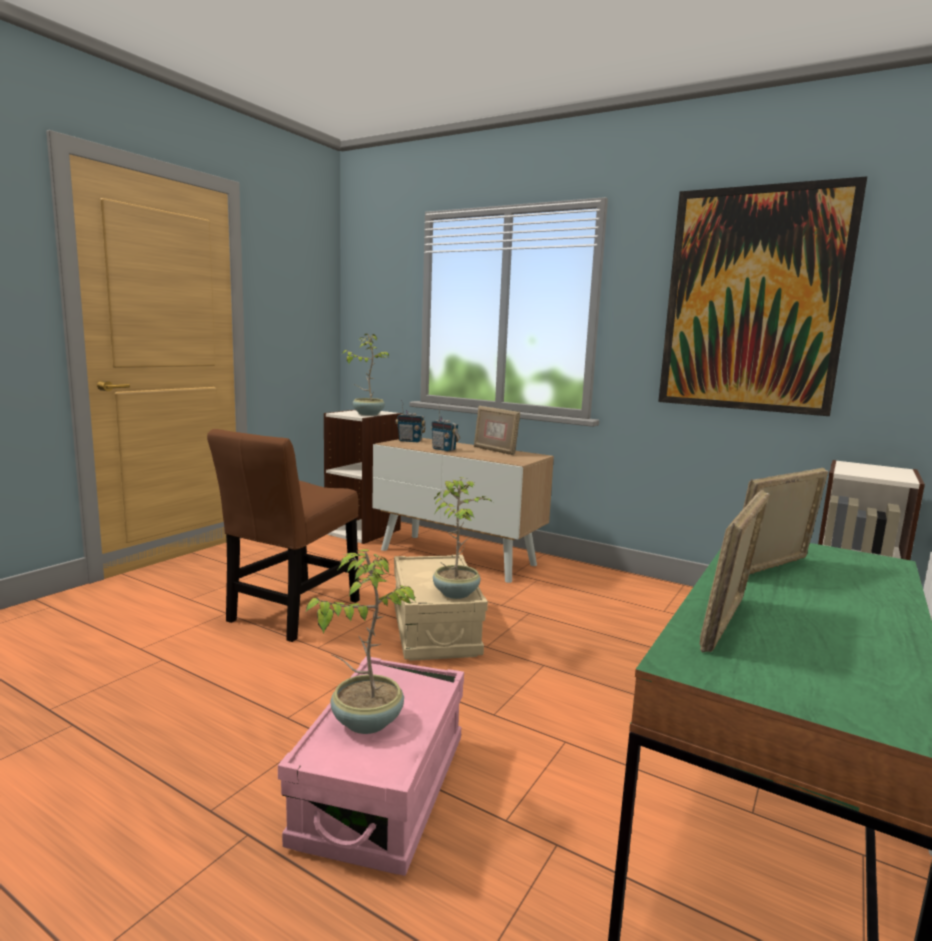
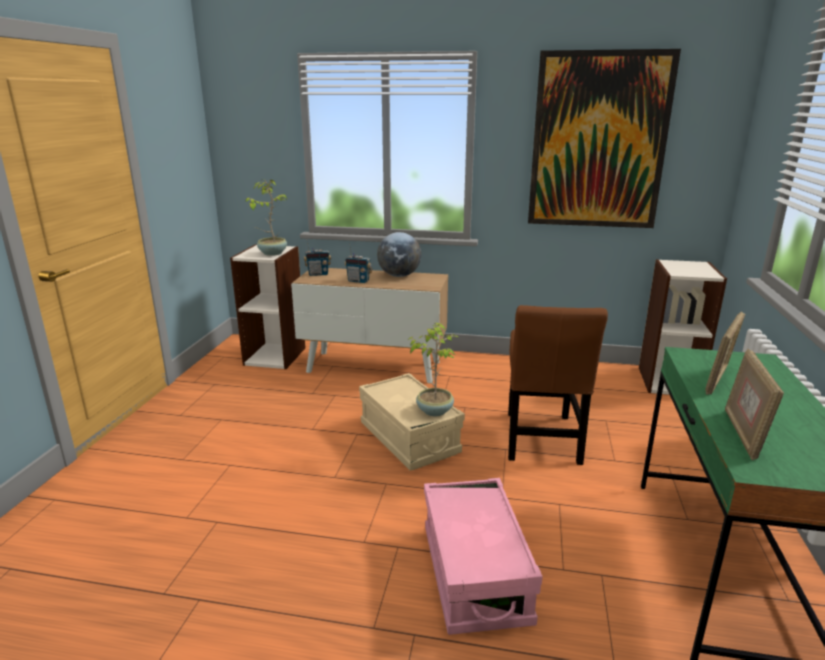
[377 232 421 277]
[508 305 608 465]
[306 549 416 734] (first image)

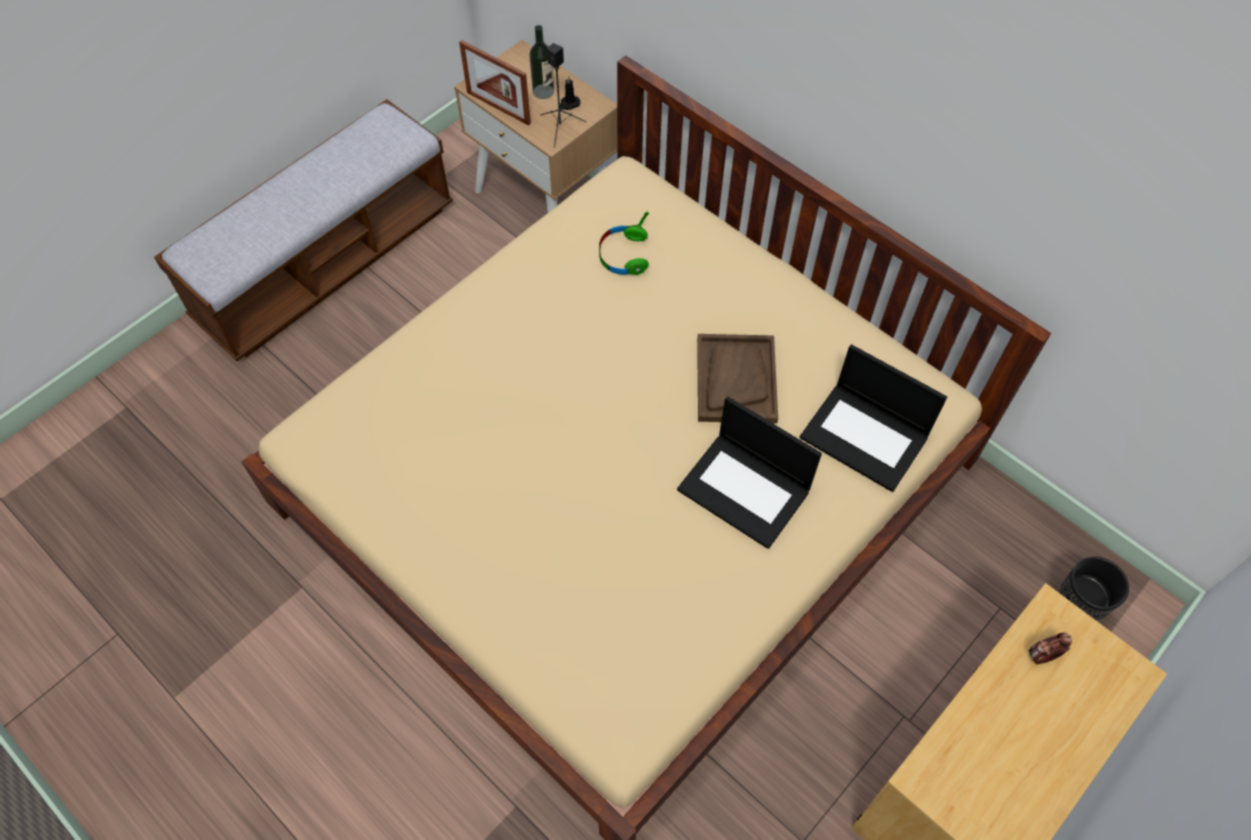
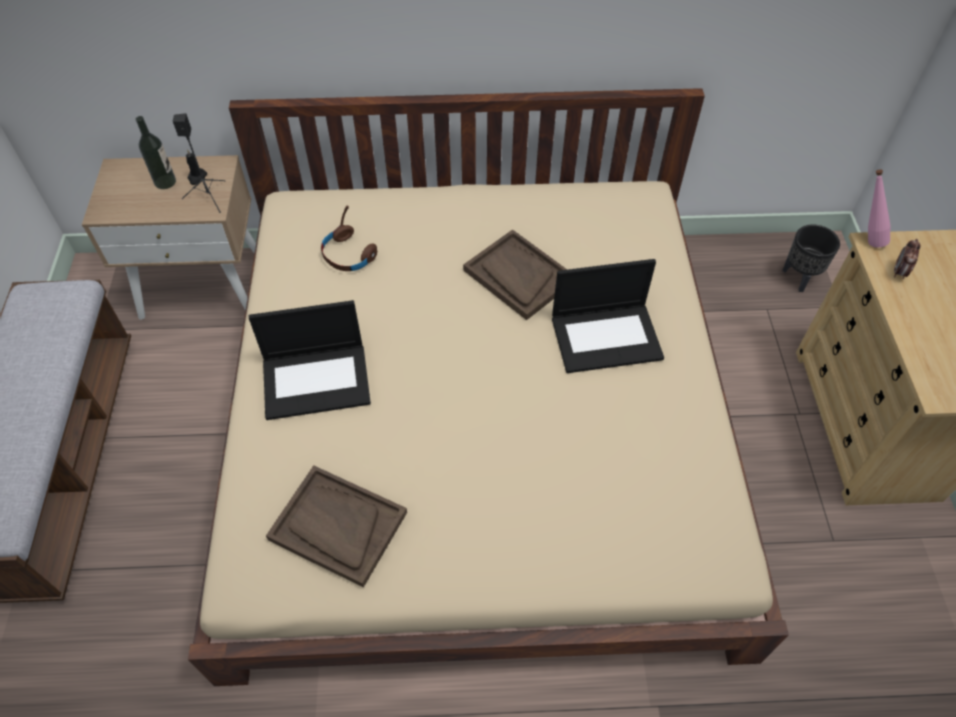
[249 300 371 420]
[266 465 407 588]
[321 206 377 271]
[868 169 890 248]
[459 40 531 126] (first image)

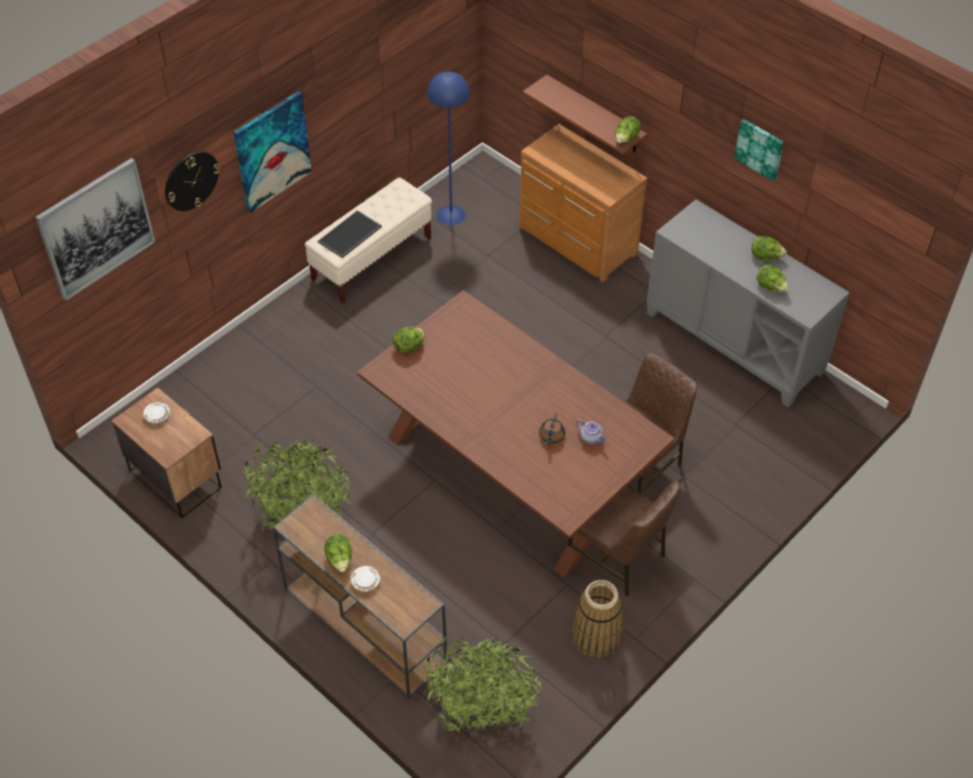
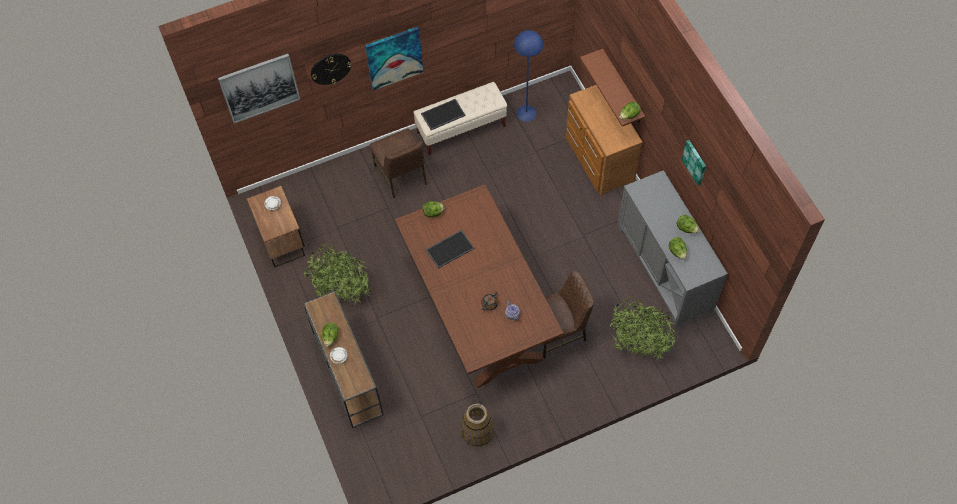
[370 129 427 198]
[425 230 475 269]
[609 296 677 362]

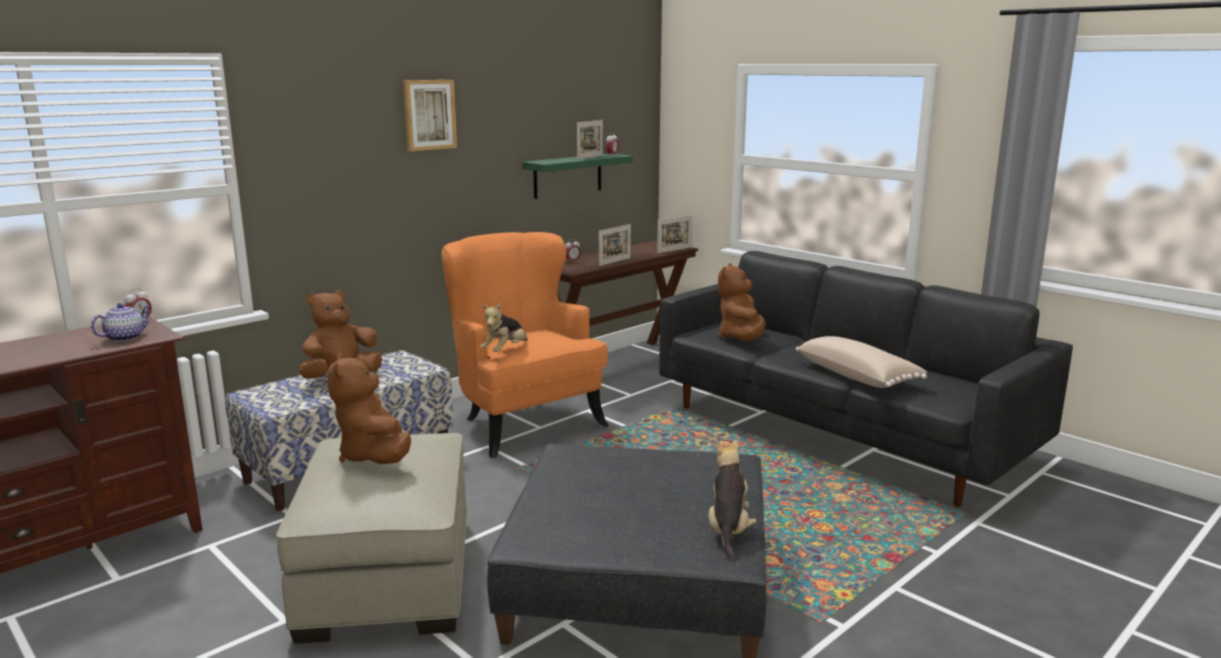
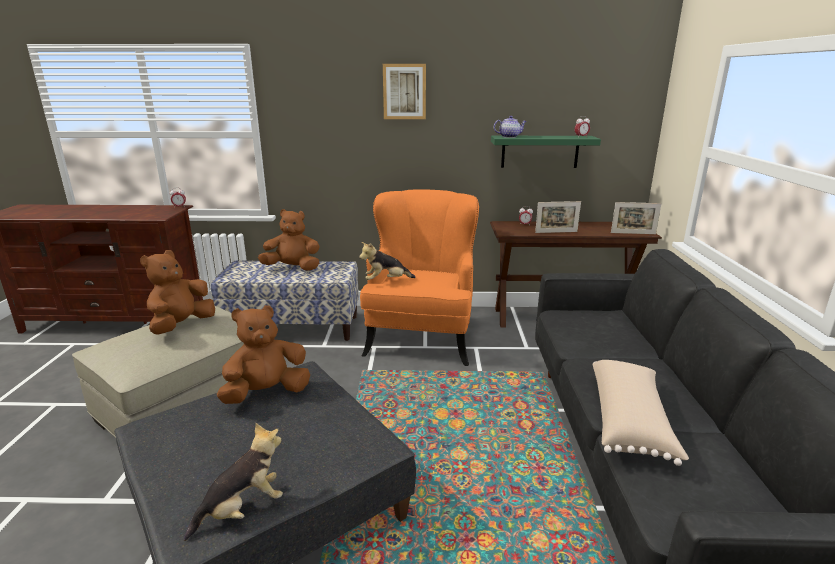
[217 305 310 404]
[494 116 527 138]
[577 120 603 160] (first image)

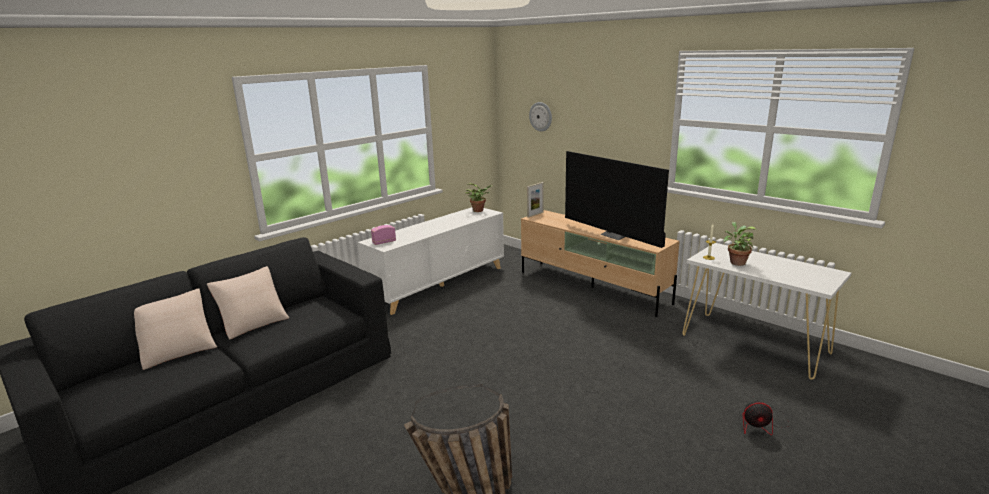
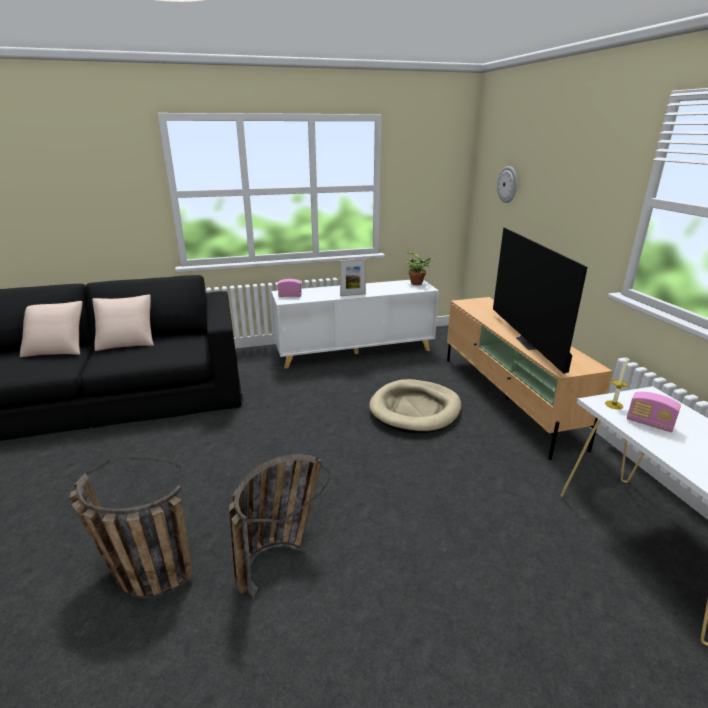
[229 454 329 599]
[340 259 366 296]
[369 379 461 433]
[627 392 681 432]
[743 395 790 435] (first image)

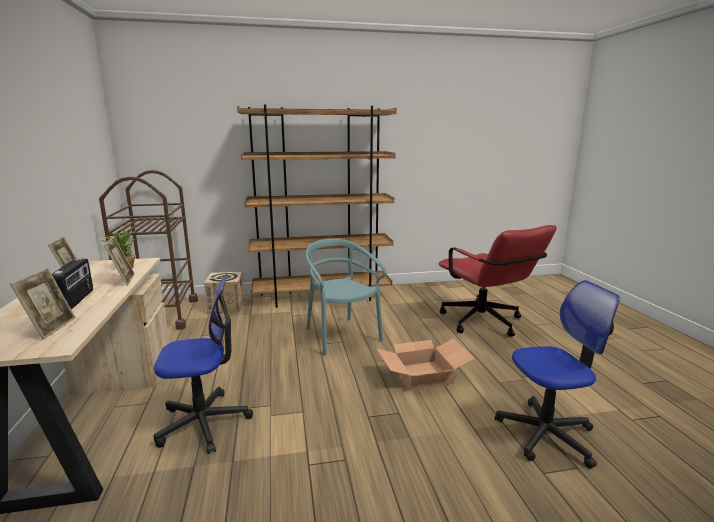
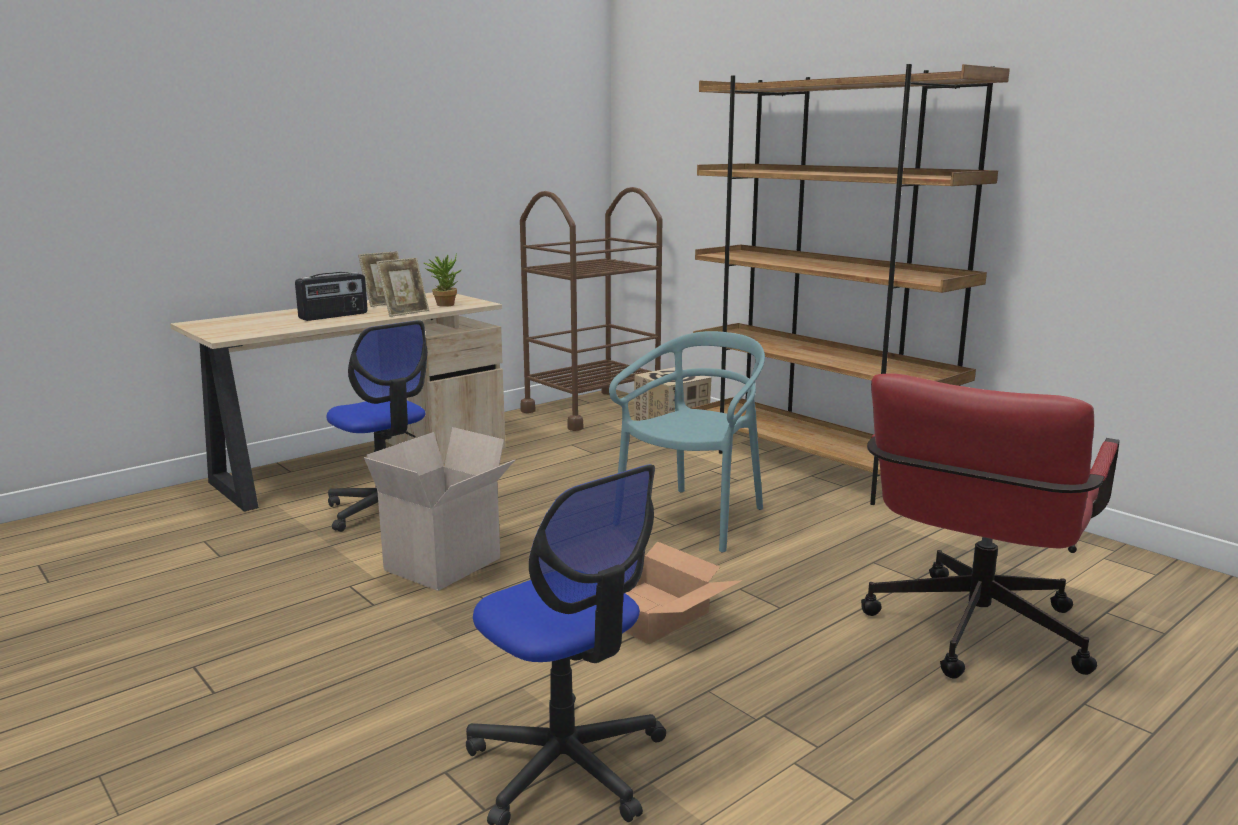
[364 427 515 591]
[10 268 76 339] (first image)

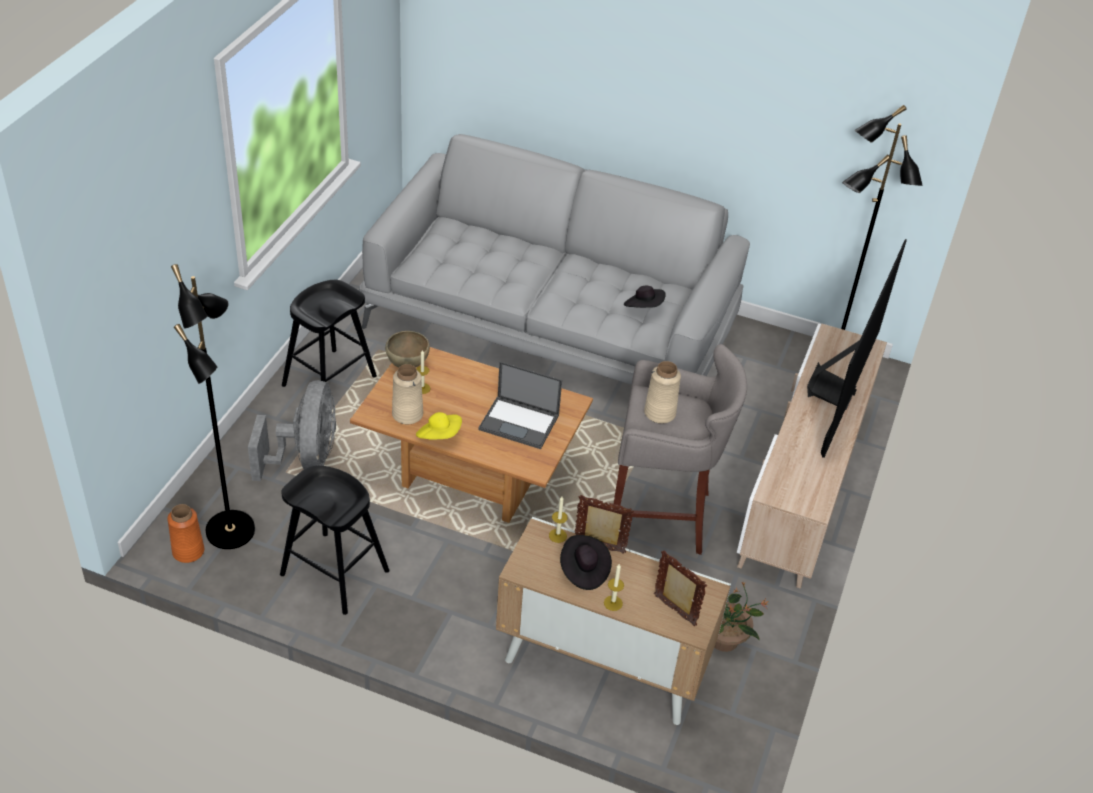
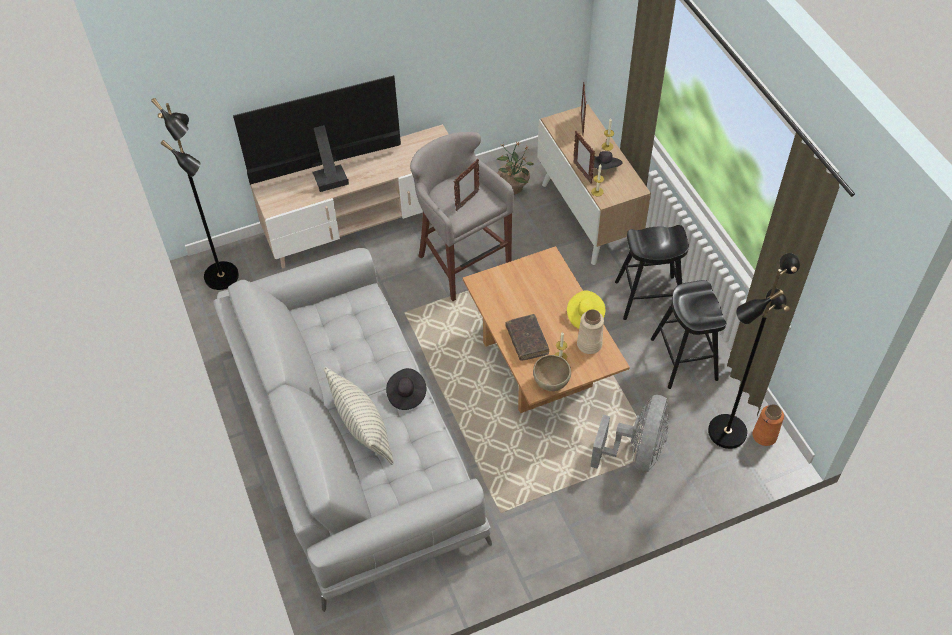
[324 367 394 465]
[386 368 426 410]
[454 159 479 211]
[505 314 549 361]
[590 395 670 472]
[615 225 689 320]
[478 361 562 449] (first image)

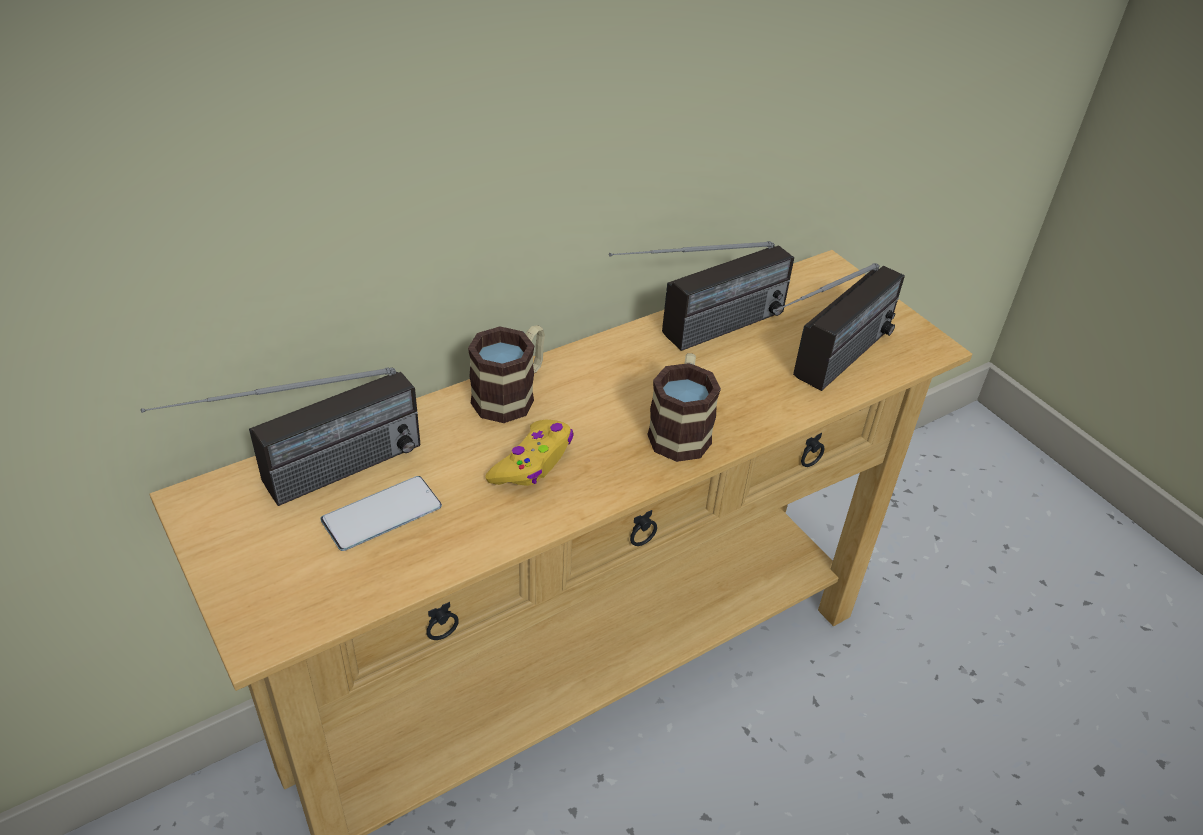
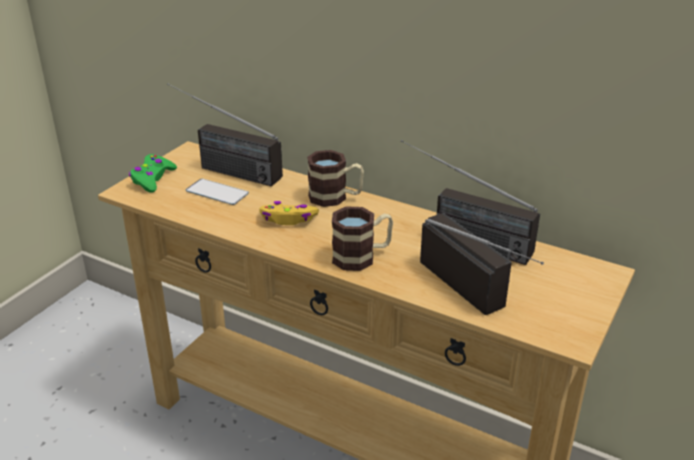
[129 154 177 193]
[420 213 544 315]

